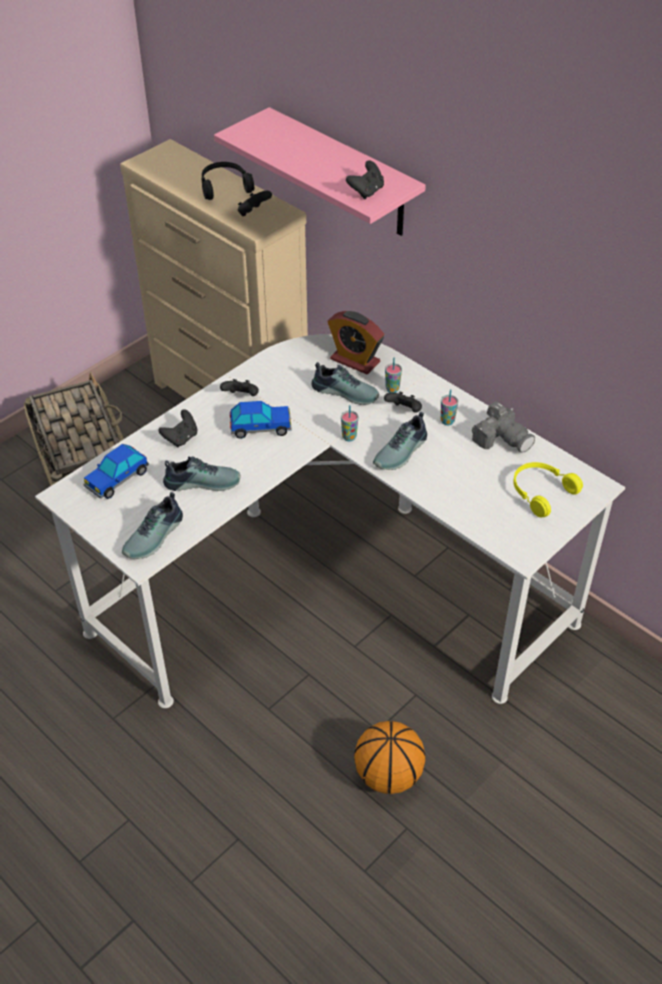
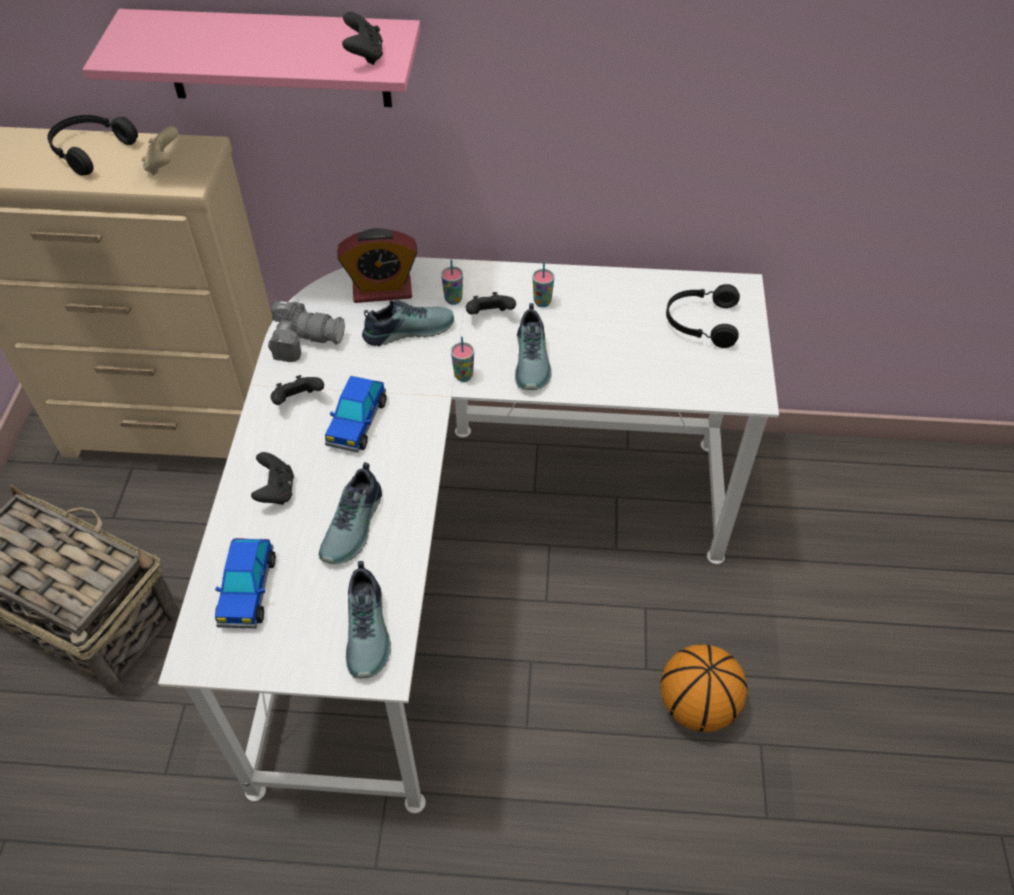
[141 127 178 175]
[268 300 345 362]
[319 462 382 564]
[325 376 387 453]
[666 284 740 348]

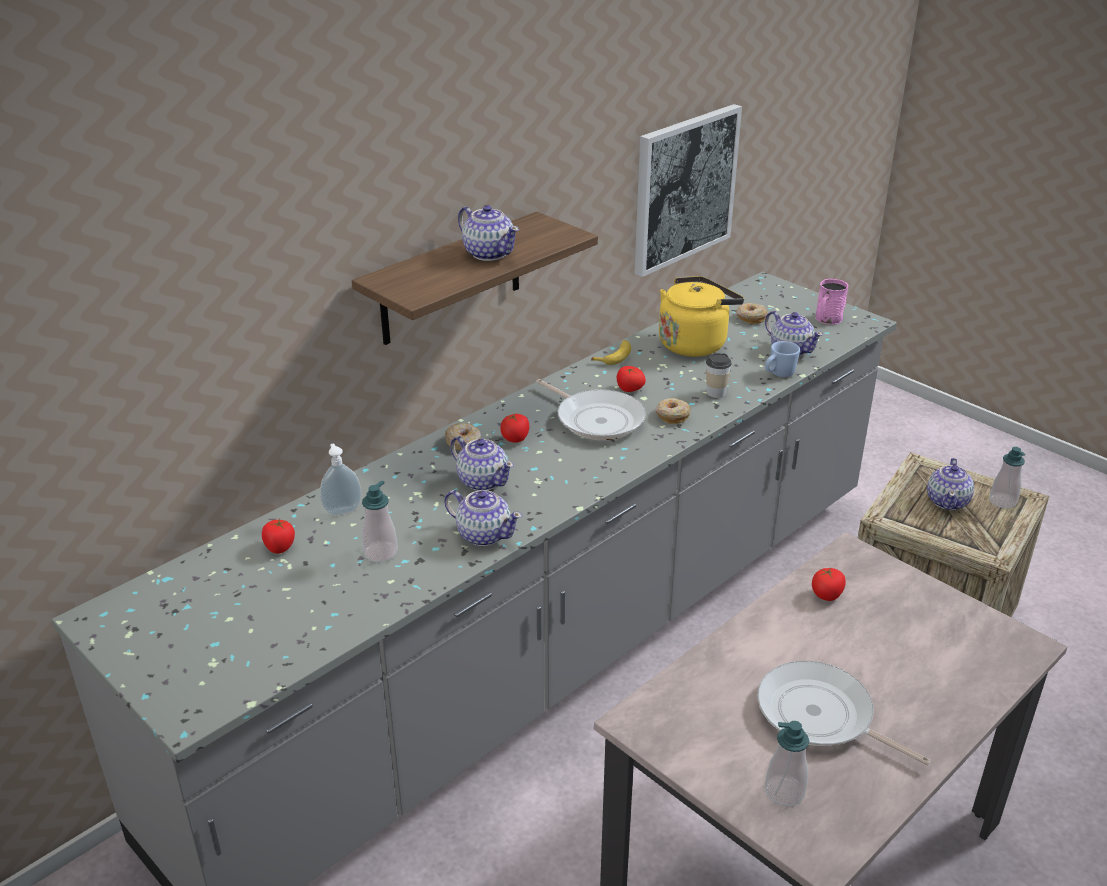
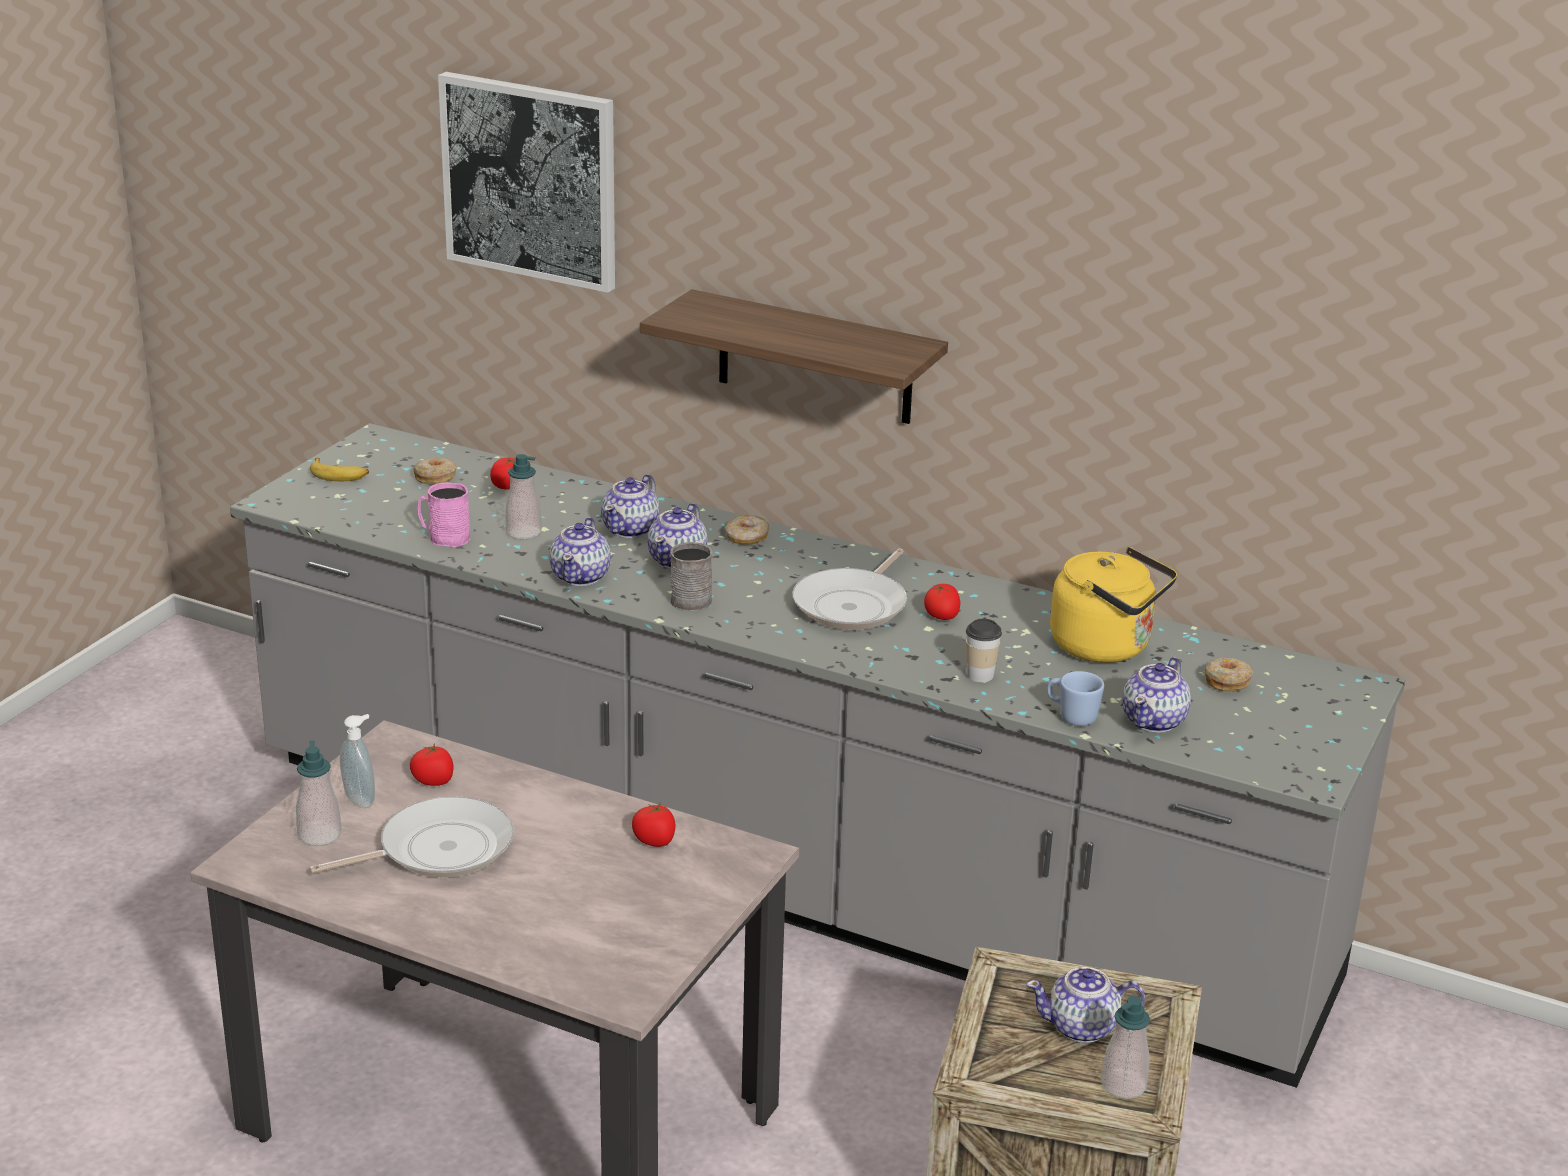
[310 458 369 481]
[310 796 514 877]
[340 714 375 808]
[410 743 453 786]
[413 458 456 484]
[417 482 470 547]
[438 72 615 293]
[601 474 660 538]
[670 542 712 611]

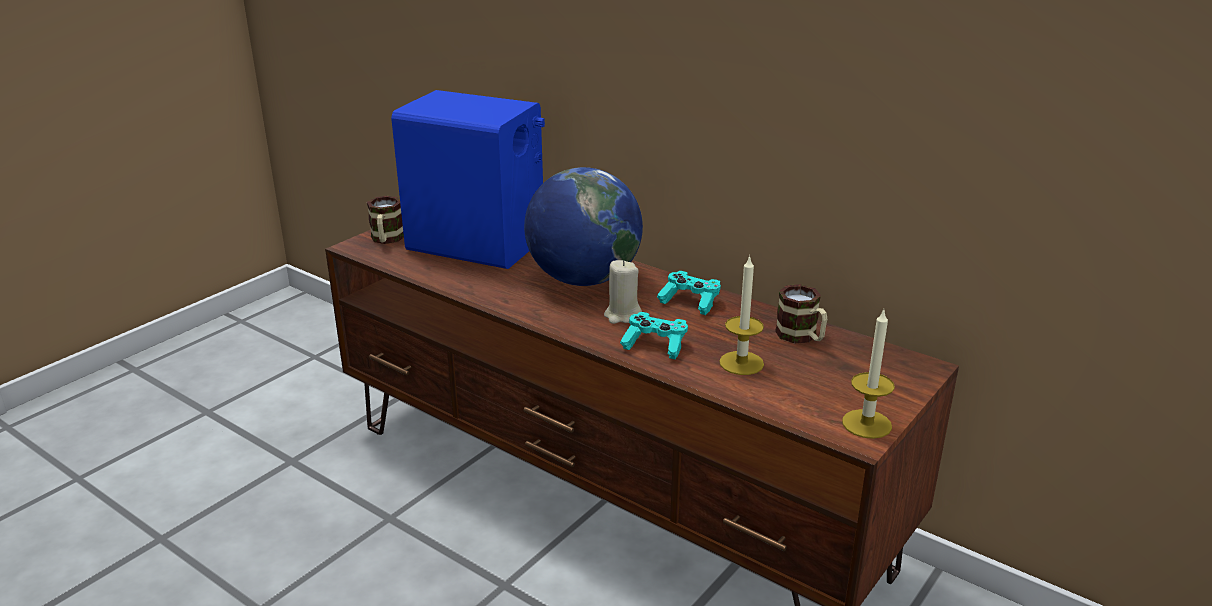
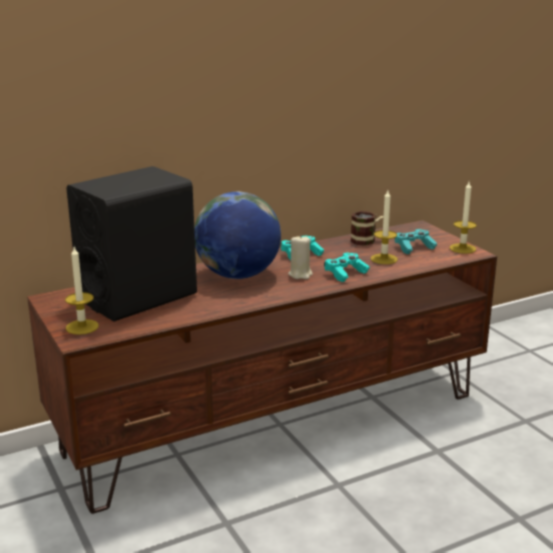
[65 247 99 335]
[66 166 197 322]
[394 229 437 254]

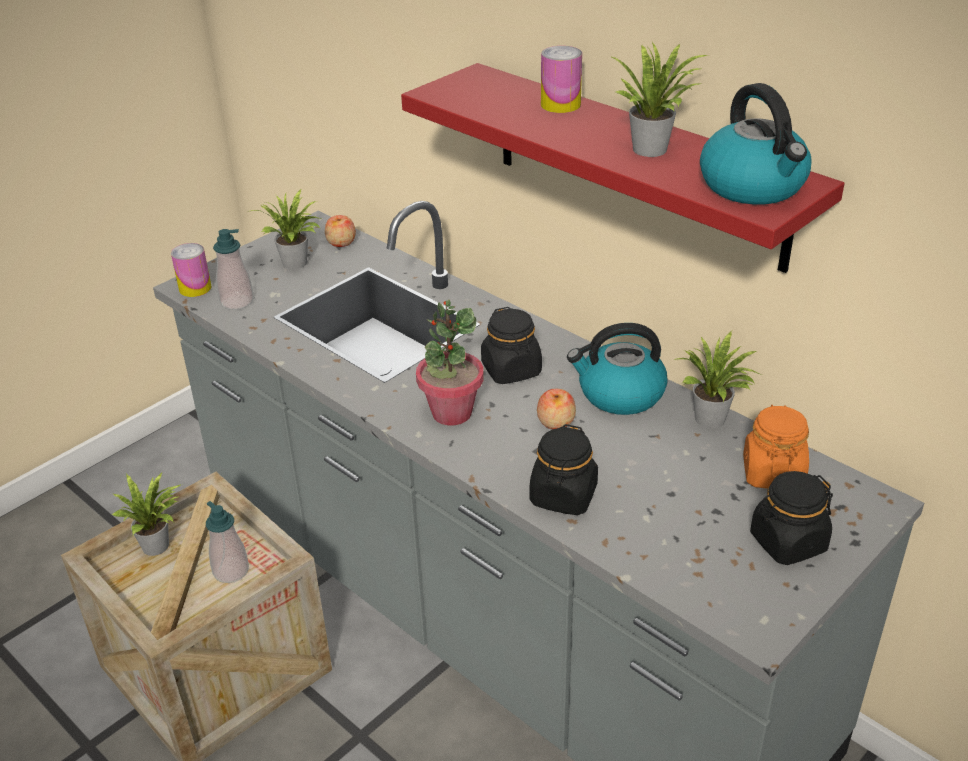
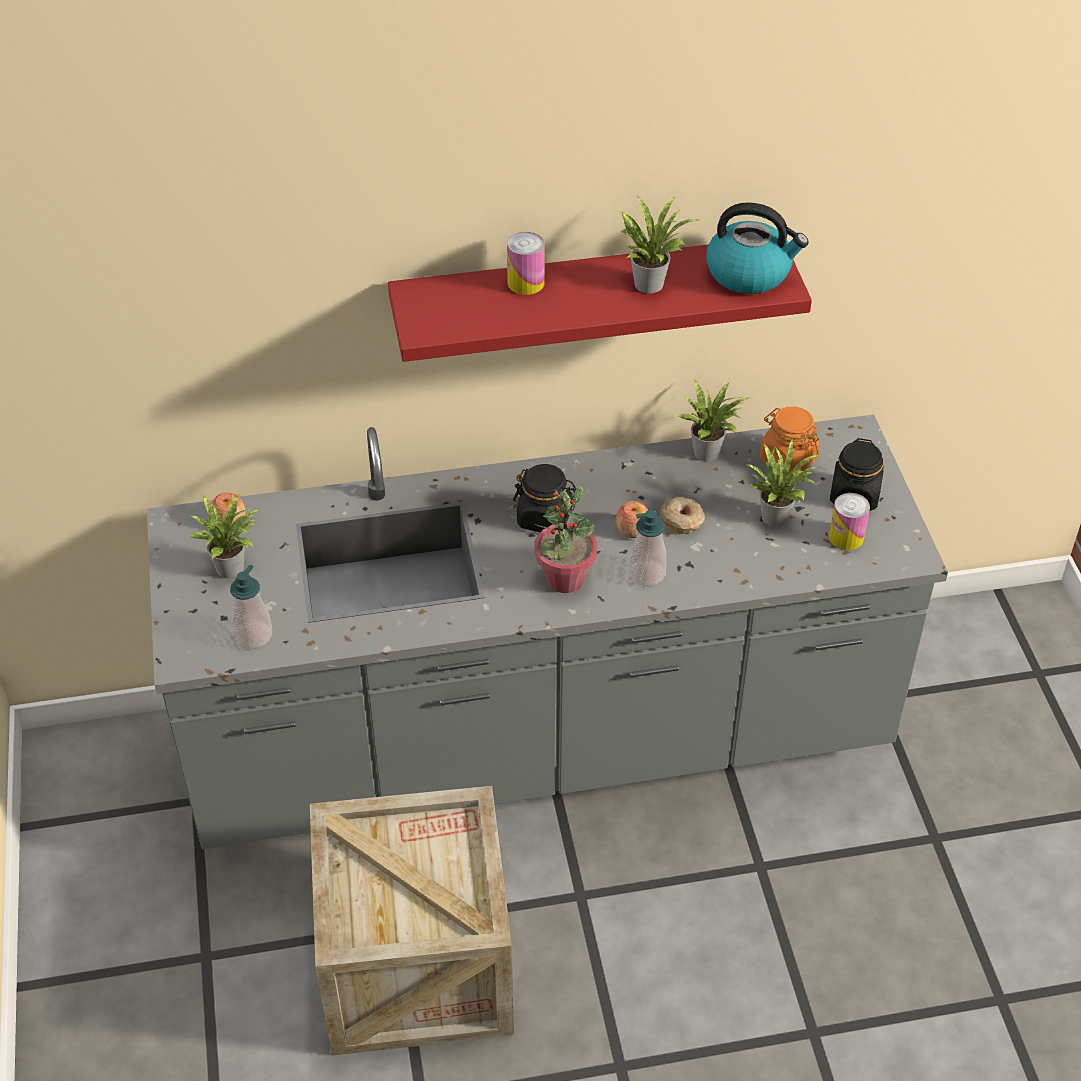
[629 510 666 586]
[660 497 705 534]
[747 439 819 527]
[829 493 870 550]
[530 424 598 515] (first image)
[567 323 668 415] (first image)

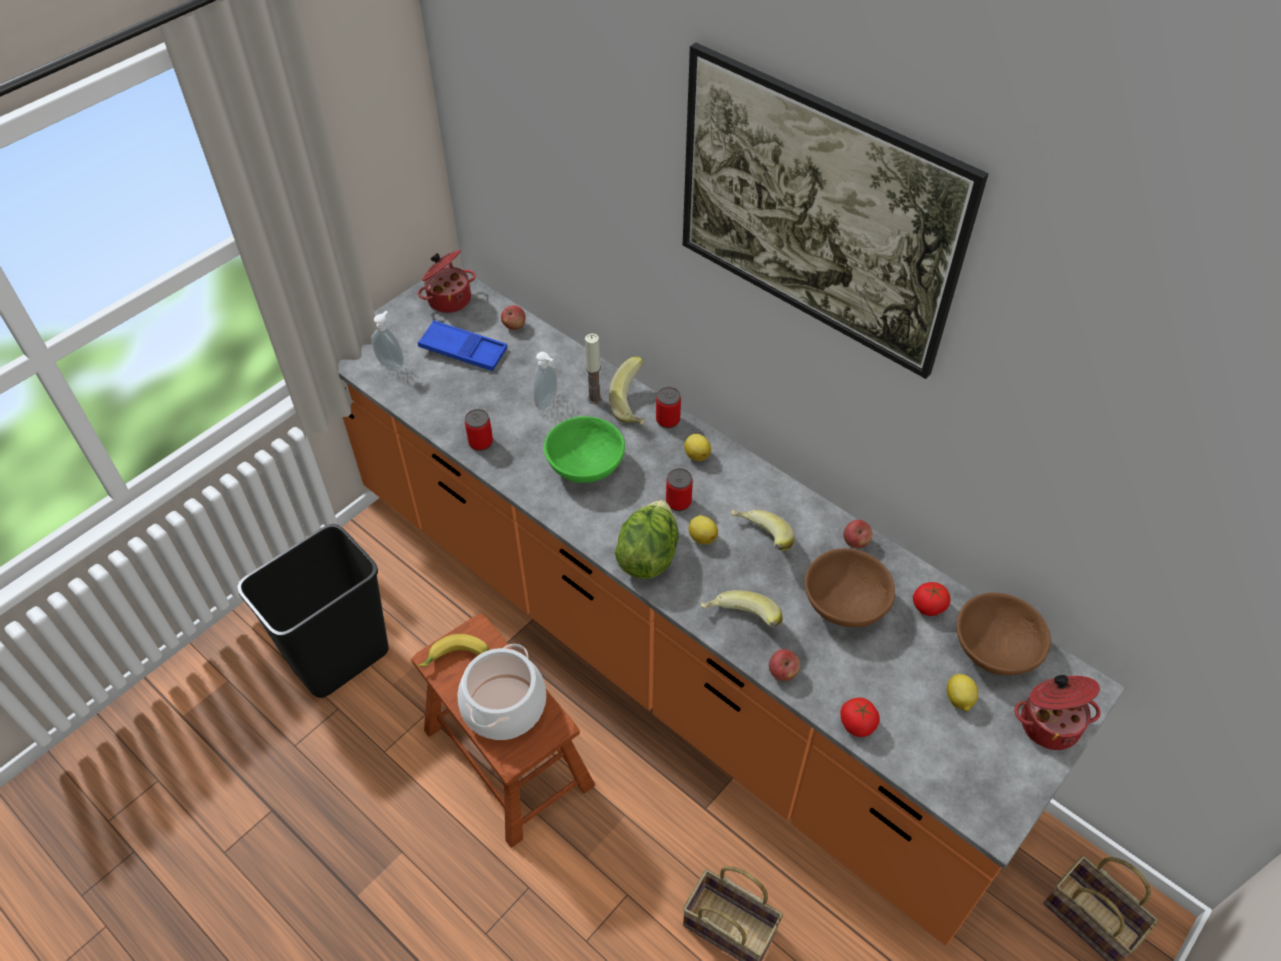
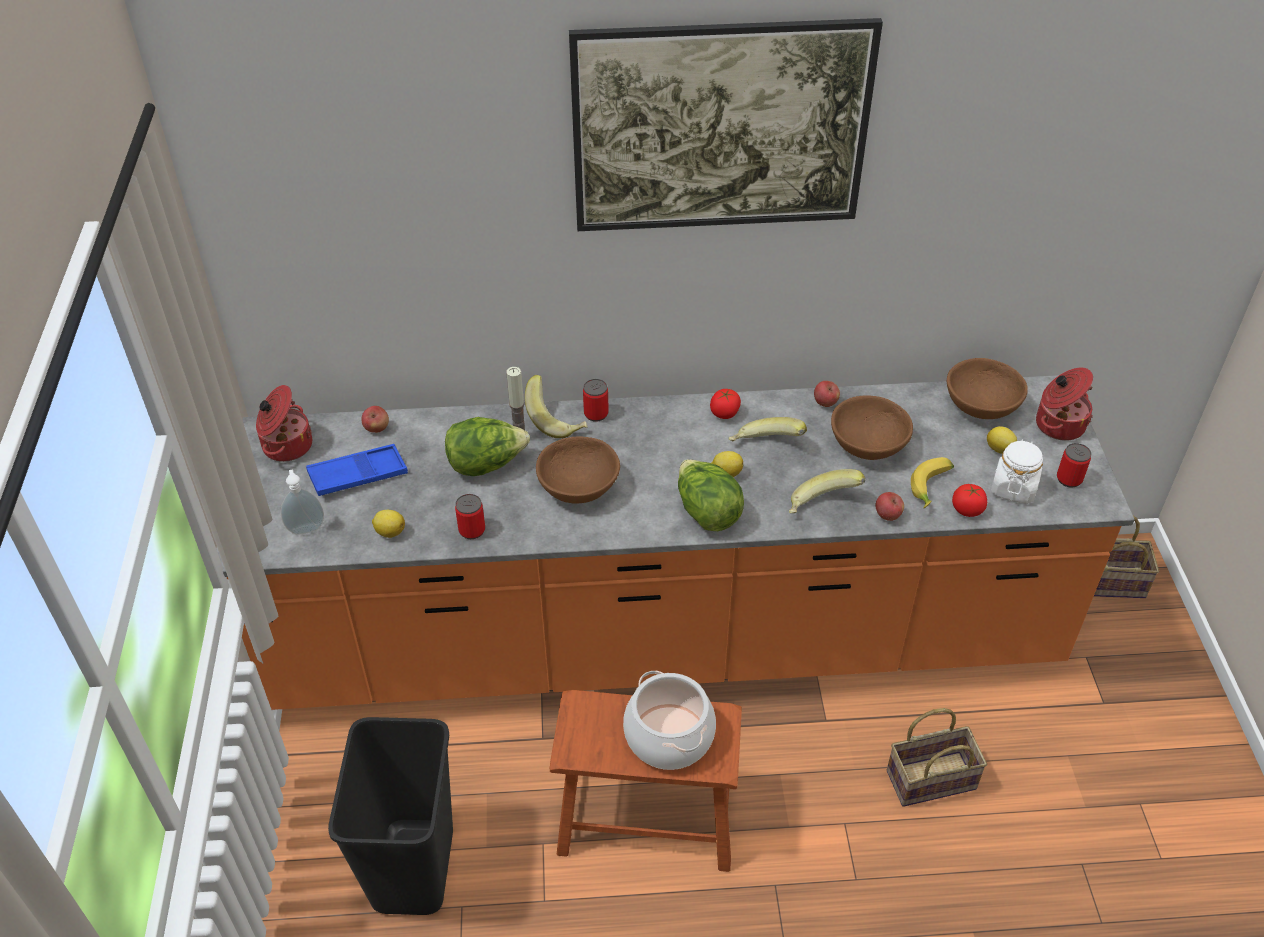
[372 510 405 538]
[445 417 530 476]
[536 436 620 504]
[710 389 741 419]
[911 457 954 509]
[991 439 1043 504]
[1057 443 1092 488]

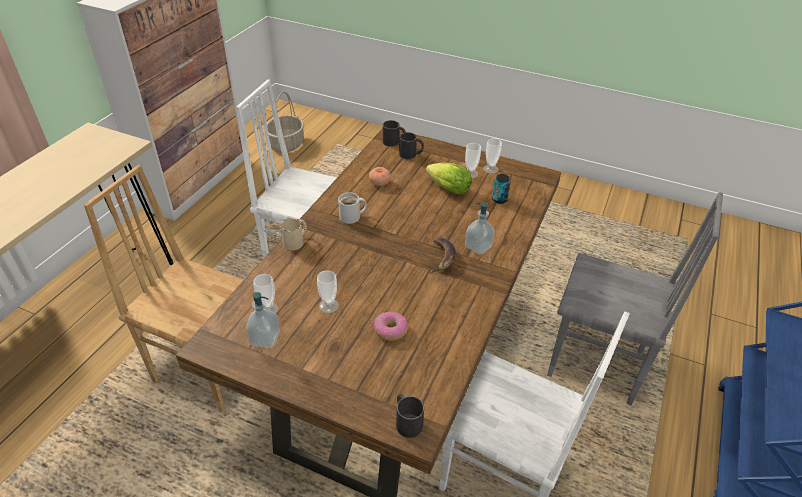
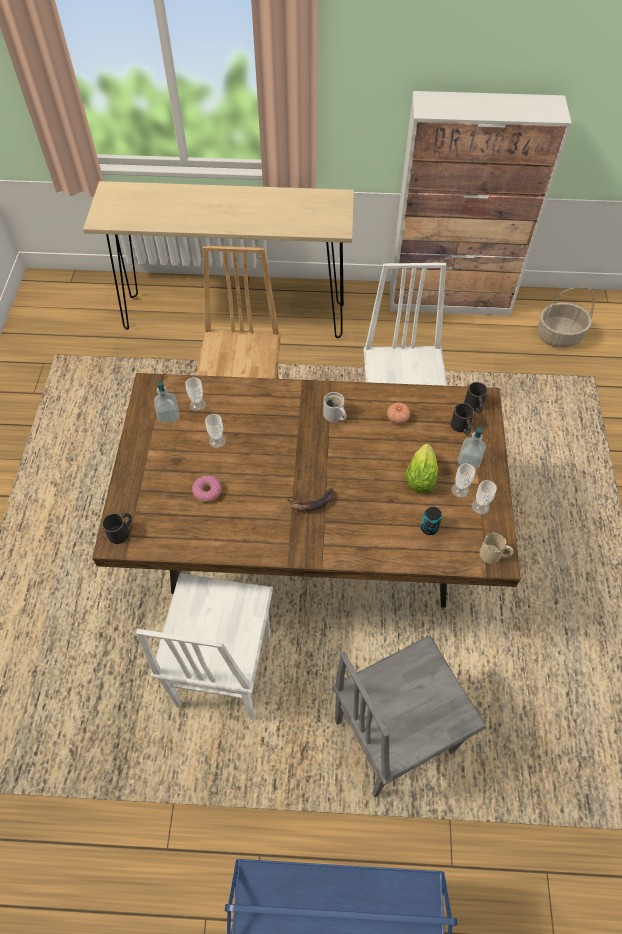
[333 635 487 797]
[458 424 486 469]
[479 533 514 564]

